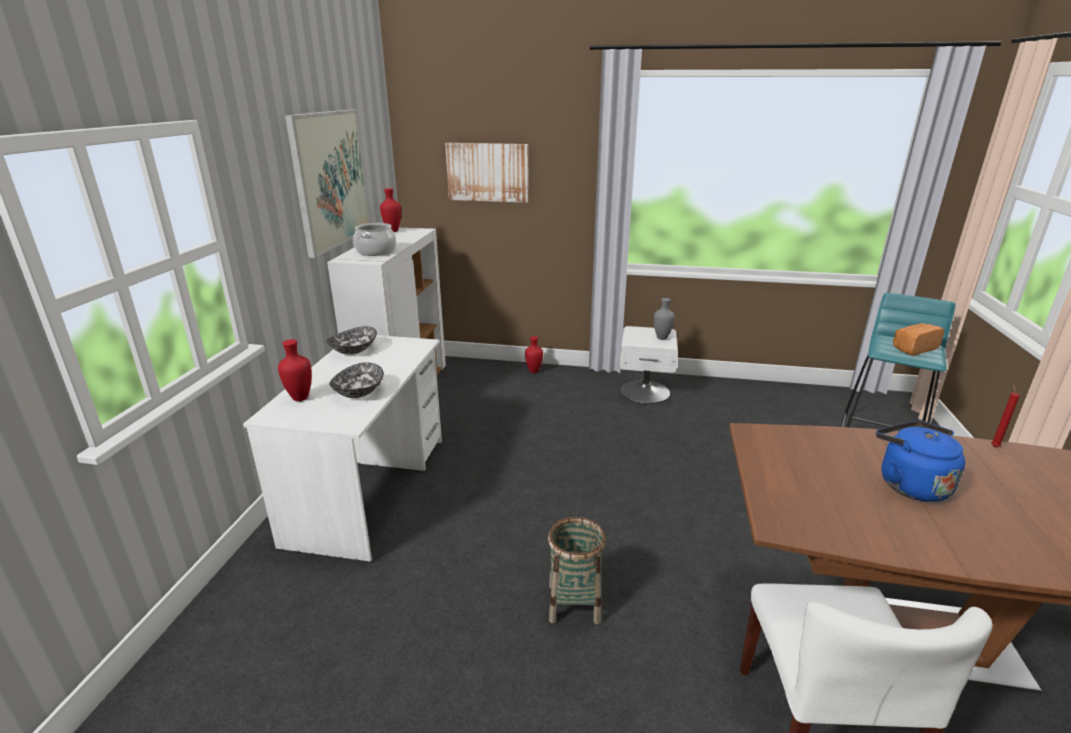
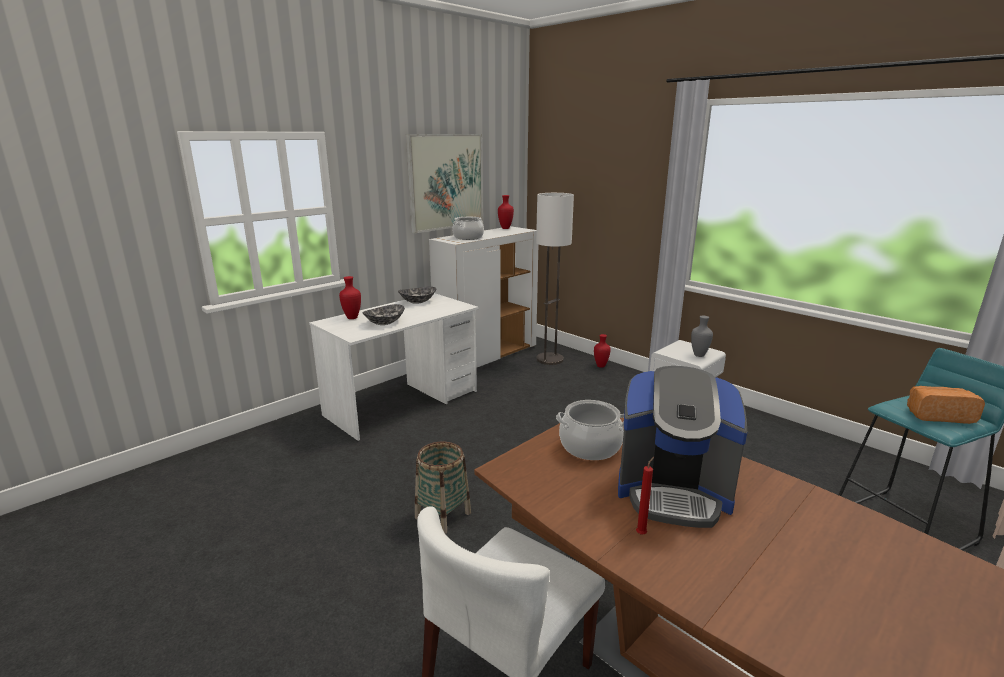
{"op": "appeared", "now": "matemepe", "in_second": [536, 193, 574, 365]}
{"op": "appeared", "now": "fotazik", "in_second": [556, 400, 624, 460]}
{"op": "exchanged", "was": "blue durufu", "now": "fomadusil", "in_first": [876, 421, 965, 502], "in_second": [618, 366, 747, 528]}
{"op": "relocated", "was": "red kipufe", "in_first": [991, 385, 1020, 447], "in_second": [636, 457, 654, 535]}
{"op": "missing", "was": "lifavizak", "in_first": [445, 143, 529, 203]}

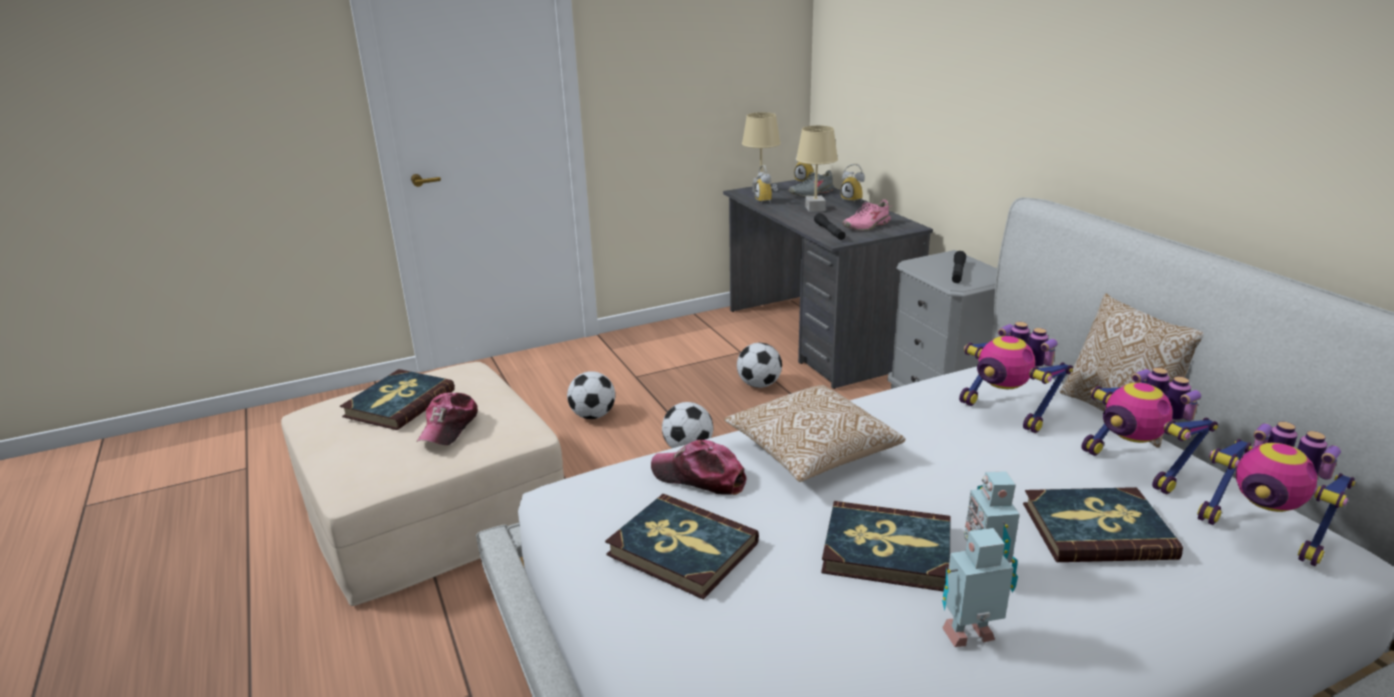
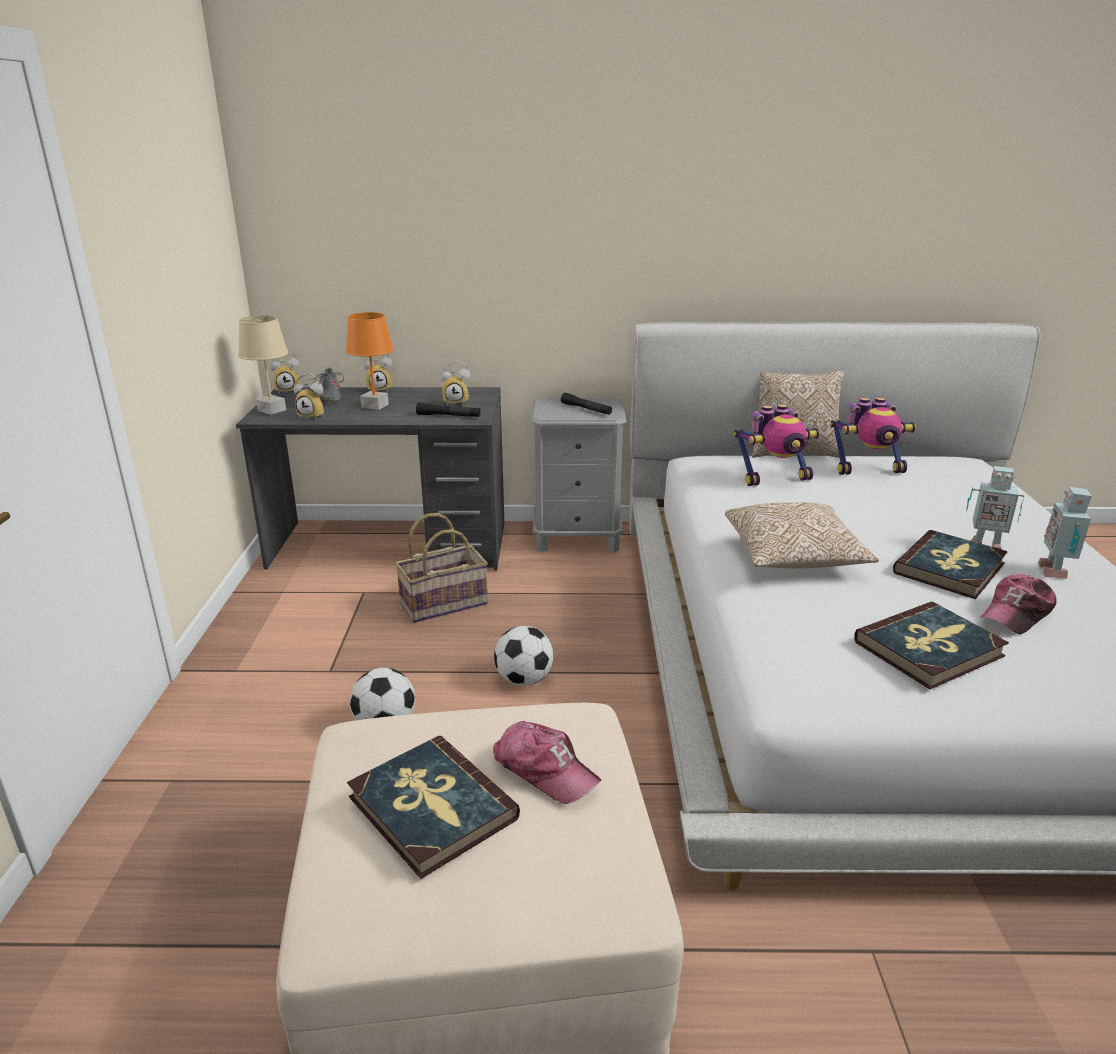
{"op": "colour", "was": "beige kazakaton", "now": "orange kazakaton", "in_first": [796, 125, 838, 212], "in_second": [345, 312, 394, 410]}
{"op": "exchanged", "was": "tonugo", "now": "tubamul", "in_first": [737, 343, 782, 388], "in_second": [395, 513, 488, 623]}
{"op": "exchanged", "was": "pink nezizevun", "now": "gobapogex", "in_first": [843, 199, 893, 231], "in_second": [441, 361, 470, 406]}
{"op": "relocated", "was": "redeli", "in_first": [651, 440, 747, 495], "in_second": [980, 574, 1057, 634]}
{"op": "missing", "was": "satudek", "in_first": [1023, 487, 1183, 562]}
{"op": "missing", "was": "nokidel", "in_first": [1197, 422, 1355, 566]}

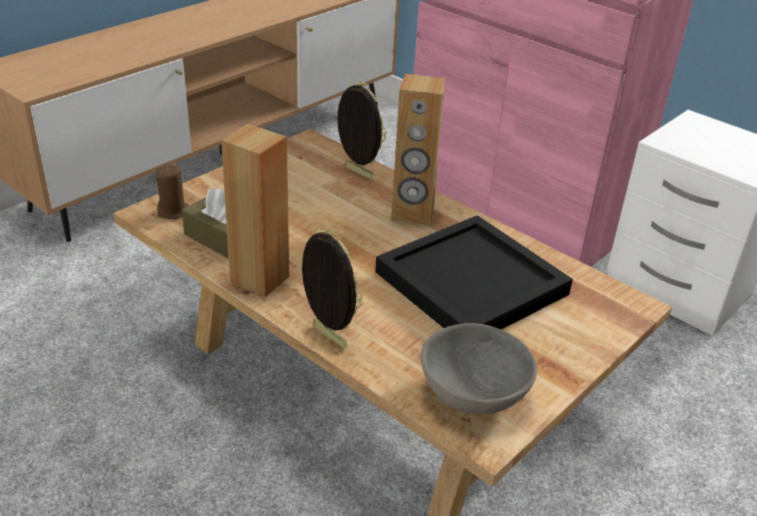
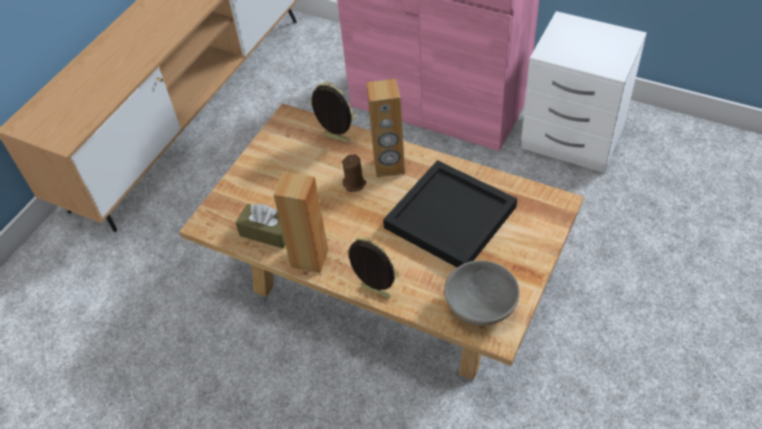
{"op": "relocated", "was": "brown kipufe", "in_first": [155, 165, 189, 219], "in_second": [342, 154, 366, 192]}

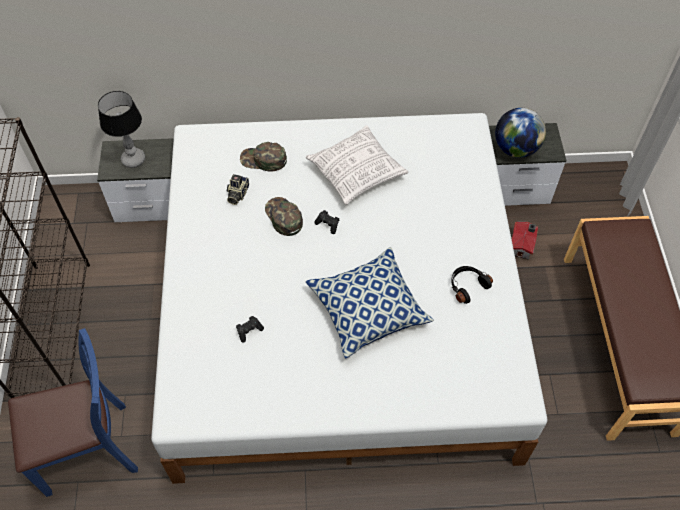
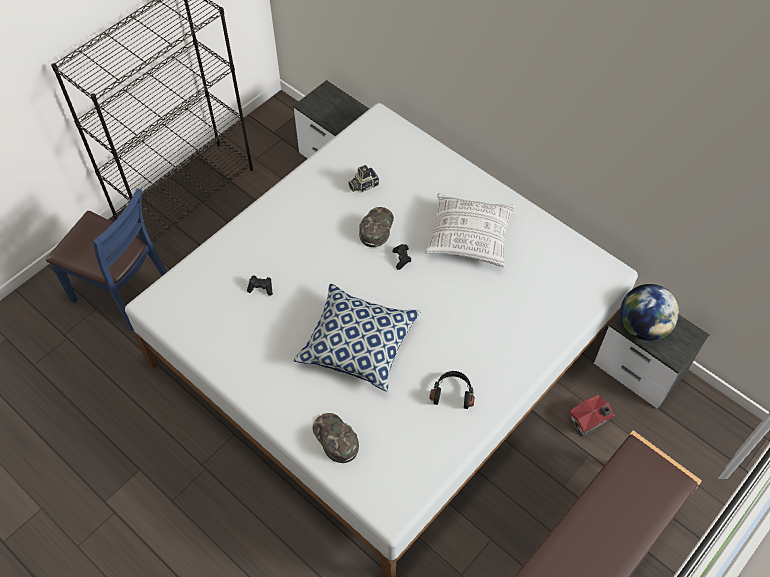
{"op": "relocated", "was": "green redeli", "in_first": [240, 142, 287, 172], "in_second": [313, 413, 359, 463]}
{"op": "missing", "was": "kazakaton", "in_first": [98, 91, 145, 168]}

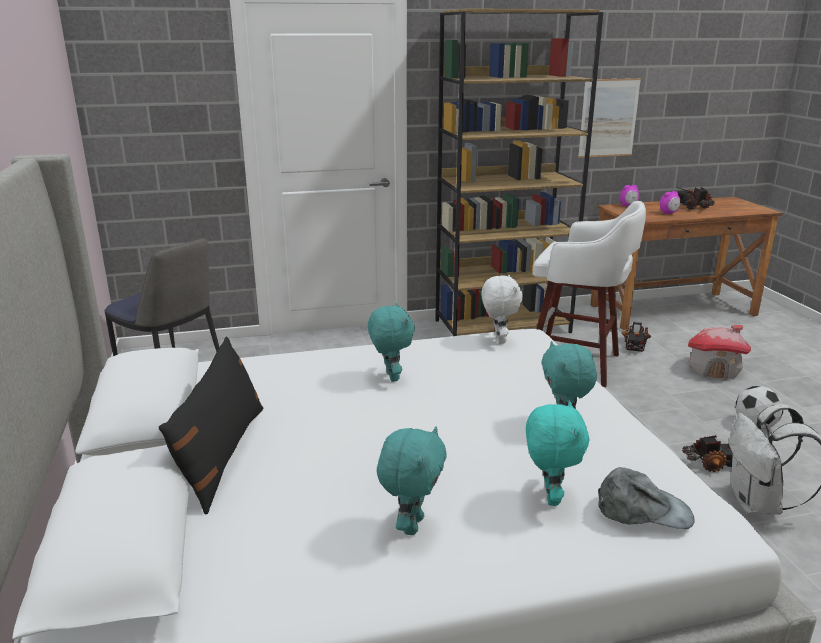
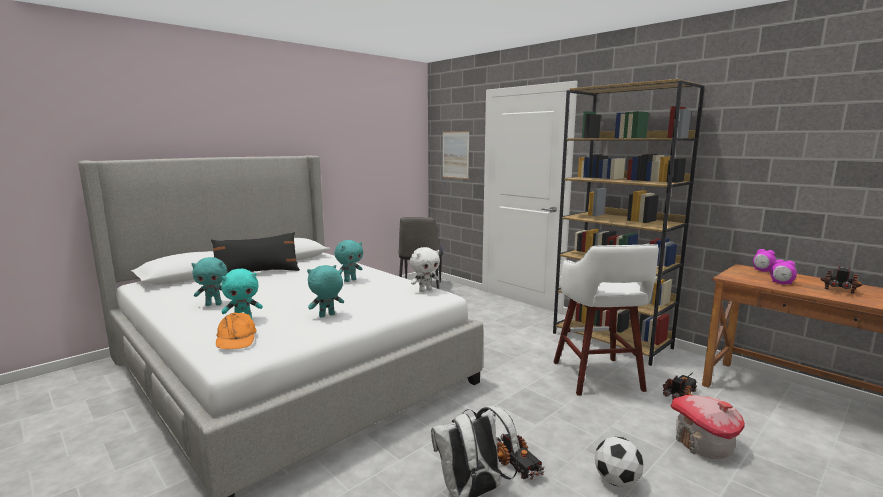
{"op": "colour", "was": "grey redeli", "now": "orange redeli", "in_first": [598, 467, 695, 529], "in_second": [216, 313, 257, 349]}
{"op": "relocated", "was": "lifavizak", "in_first": [578, 78, 641, 158], "in_second": [442, 131, 469, 179]}
{"op": "spun", "was": "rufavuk", "in_first": [622, 322, 651, 352], "in_second": [663, 372, 698, 399], "clockwise": 150}

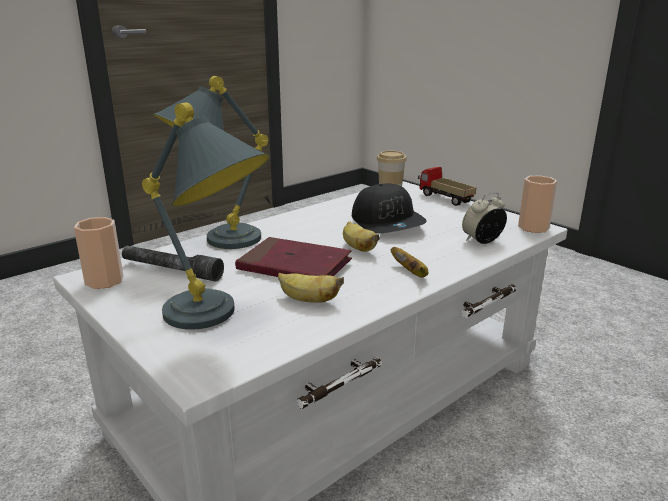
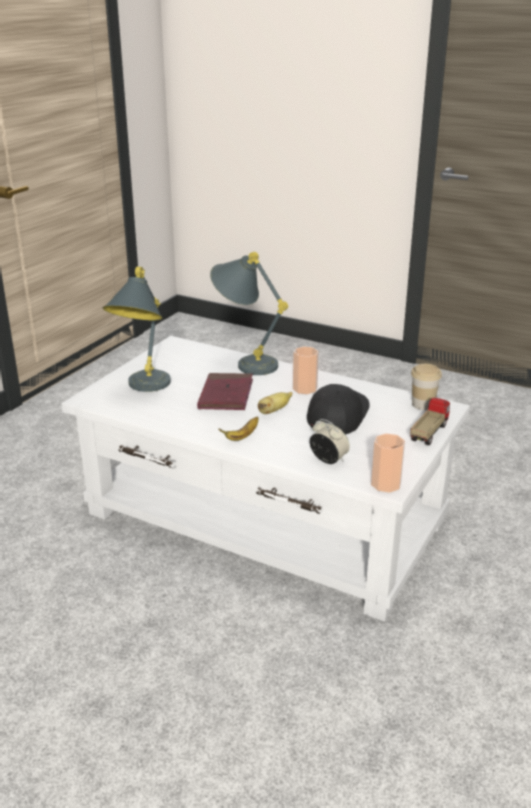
{"op": "relocated", "was": "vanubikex", "in_first": [74, 217, 124, 289], "in_second": [293, 346, 319, 394]}
{"op": "spun", "was": "black redeli", "in_first": [352, 183, 427, 233], "in_second": [307, 384, 370, 435], "clockwise": 150}
{"op": "missing", "was": "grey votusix", "in_first": [122, 246, 224, 282]}
{"op": "missing", "was": "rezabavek", "in_first": [278, 273, 344, 303]}

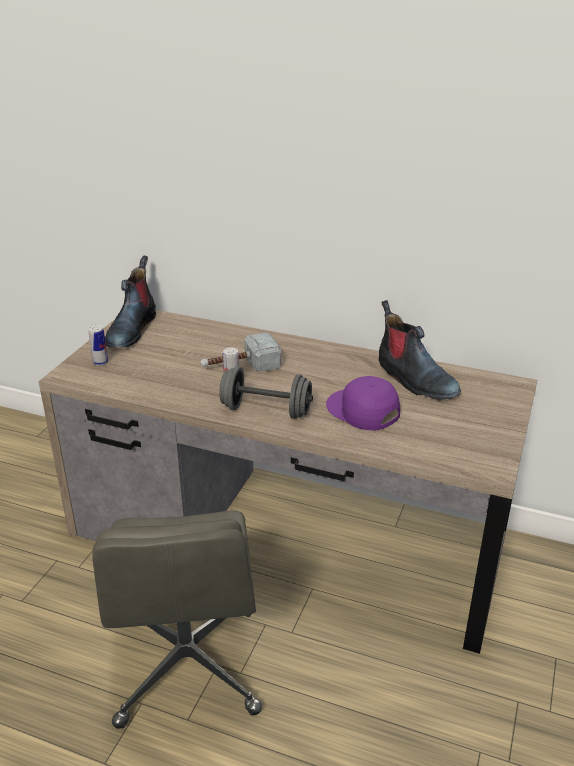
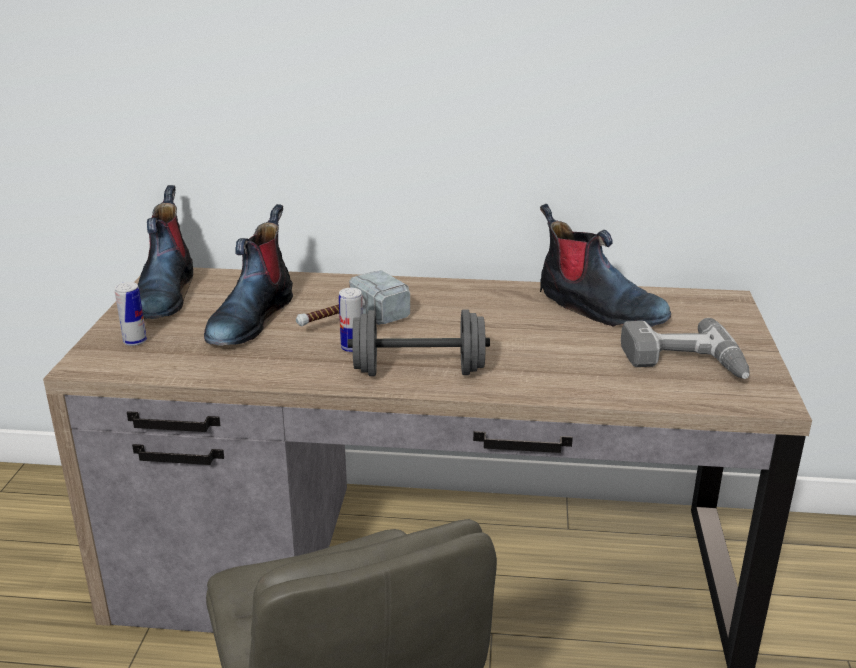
{"op": "appeared", "now": "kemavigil", "in_second": [204, 204, 293, 346]}
{"op": "appeared", "now": "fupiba", "in_second": [621, 318, 750, 379]}
{"op": "missing", "was": "purple redeli", "in_first": [326, 376, 400, 431]}

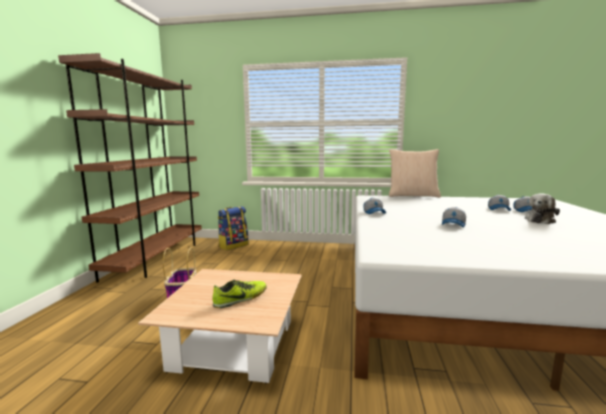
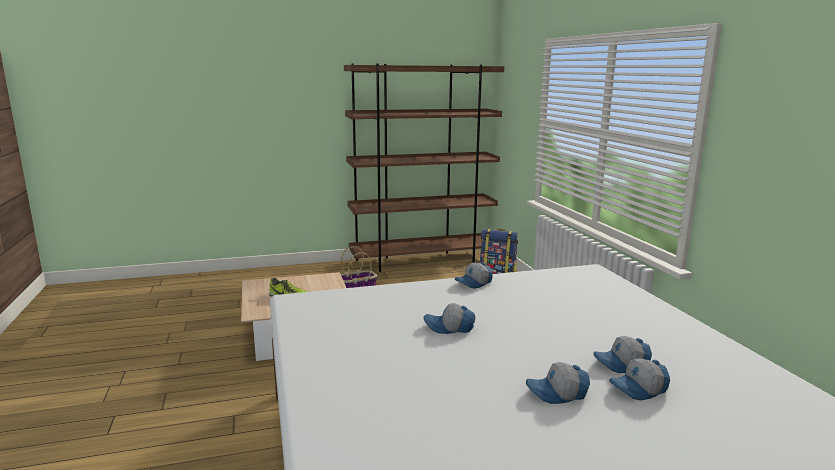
{"op": "exchanged", "was": "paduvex", "now": "redeli", "in_first": [524, 193, 560, 224], "in_second": [526, 362, 590, 404]}
{"op": "missing", "was": "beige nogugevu", "in_first": [389, 149, 441, 197]}

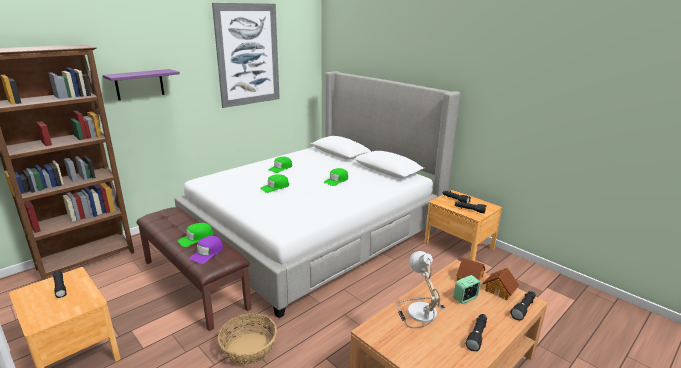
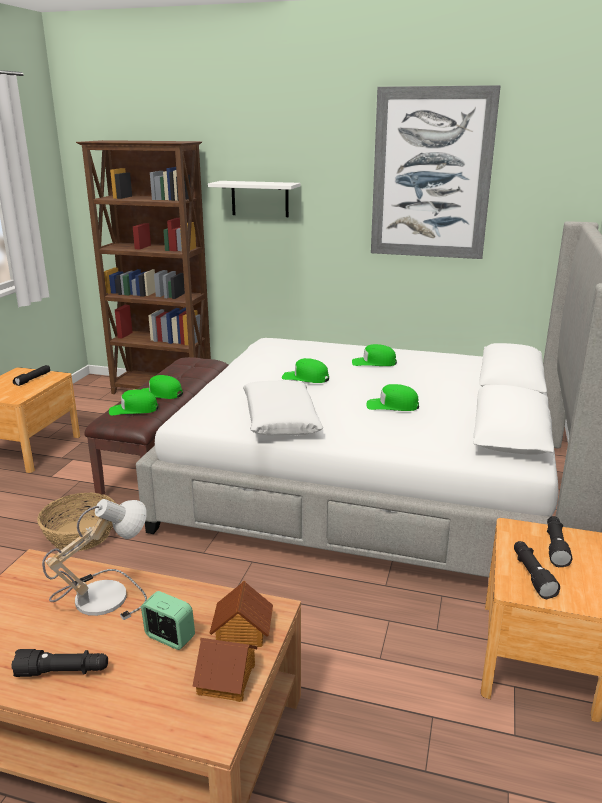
{"op": "colour", "was": "purple redeli", "now": "green redeli", "in_first": [189, 236, 223, 264], "in_second": [109, 390, 158, 415]}
{"op": "colour", "was": "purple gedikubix", "now": "white gedikubix", "in_first": [103, 69, 180, 100], "in_second": [208, 181, 301, 217]}
{"op": "appeared", "now": "white nogugevu", "in_second": [243, 380, 323, 435]}
{"op": "missing", "was": "black votusix", "in_first": [510, 291, 536, 320]}

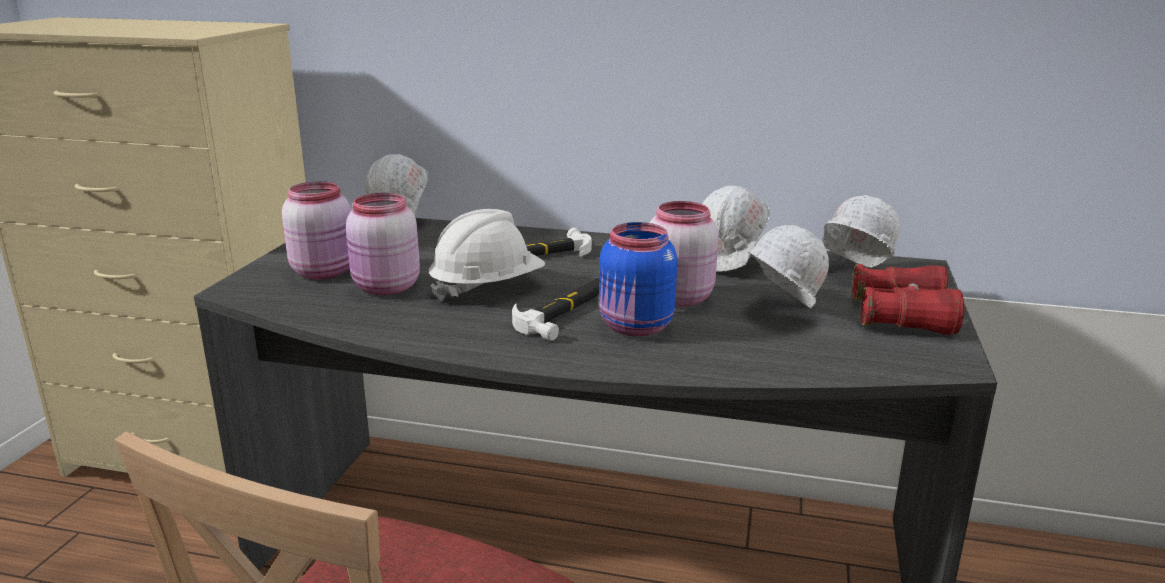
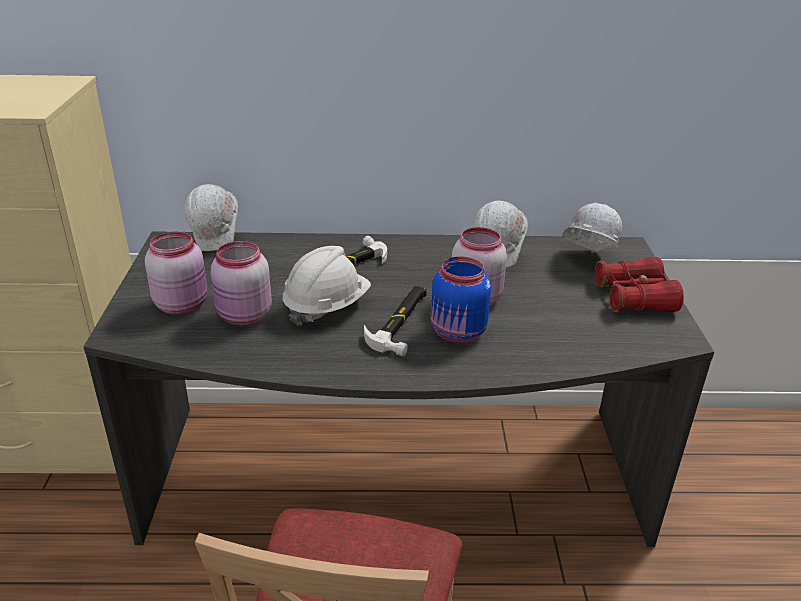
{"op": "missing", "was": "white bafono", "in_first": [747, 225, 829, 309]}

